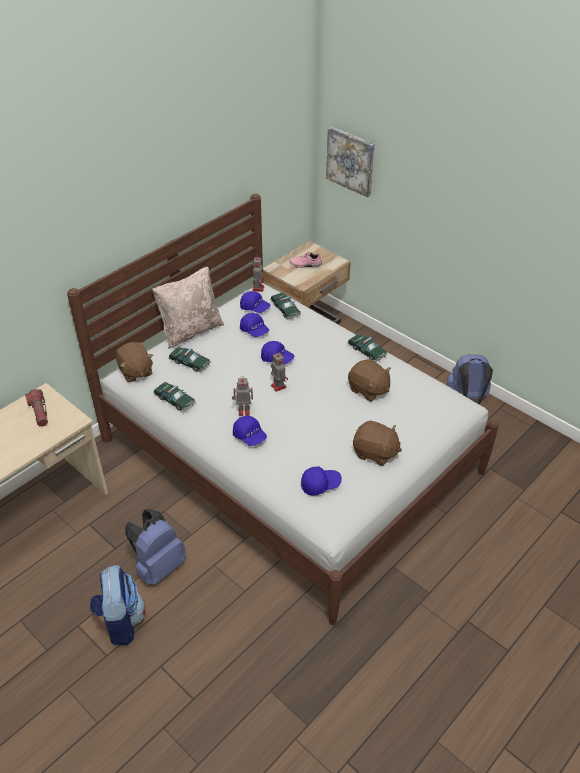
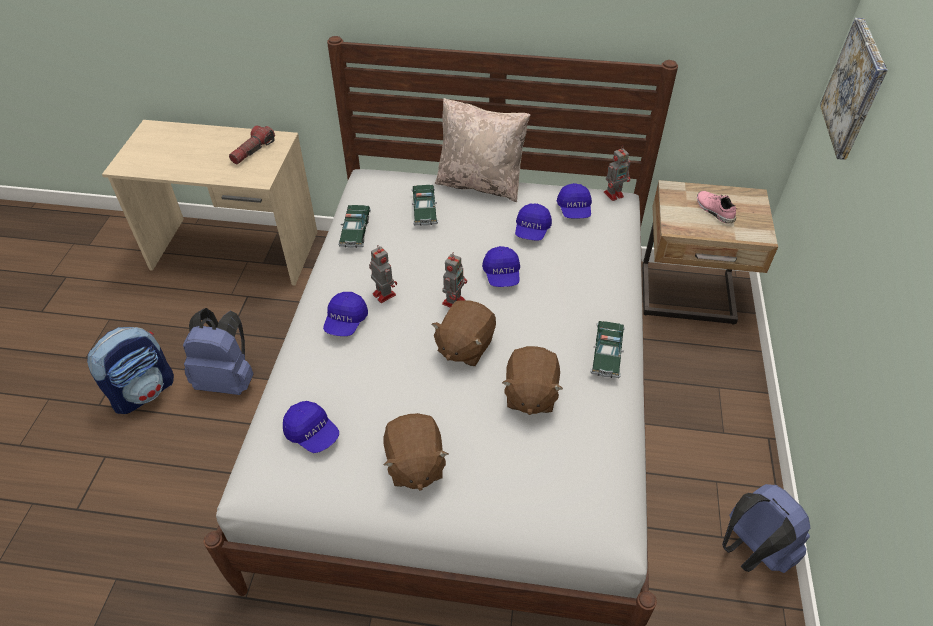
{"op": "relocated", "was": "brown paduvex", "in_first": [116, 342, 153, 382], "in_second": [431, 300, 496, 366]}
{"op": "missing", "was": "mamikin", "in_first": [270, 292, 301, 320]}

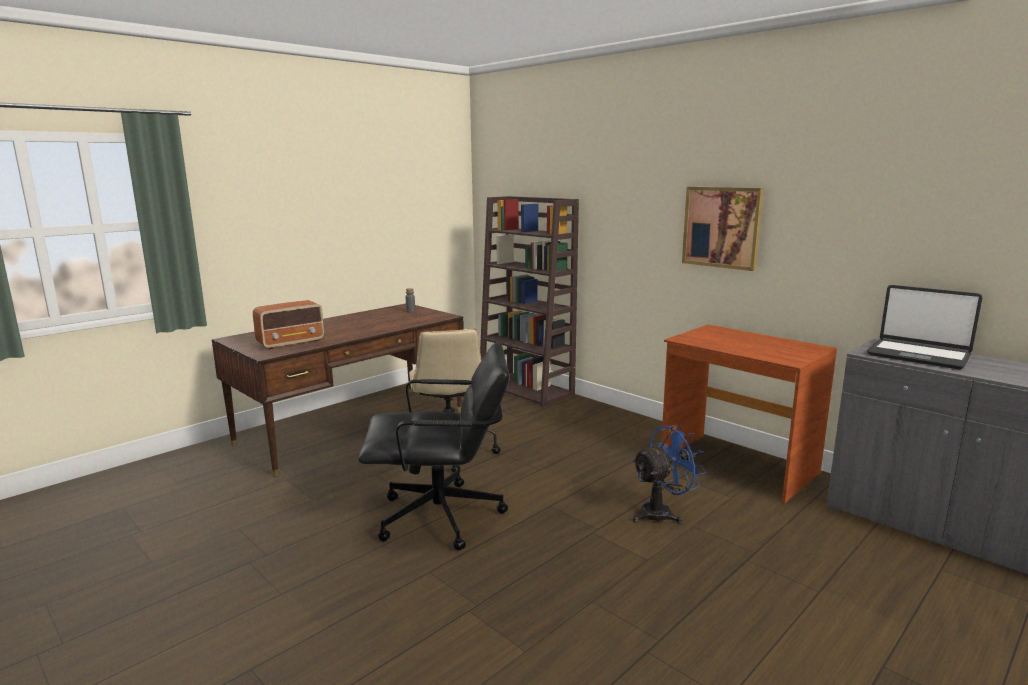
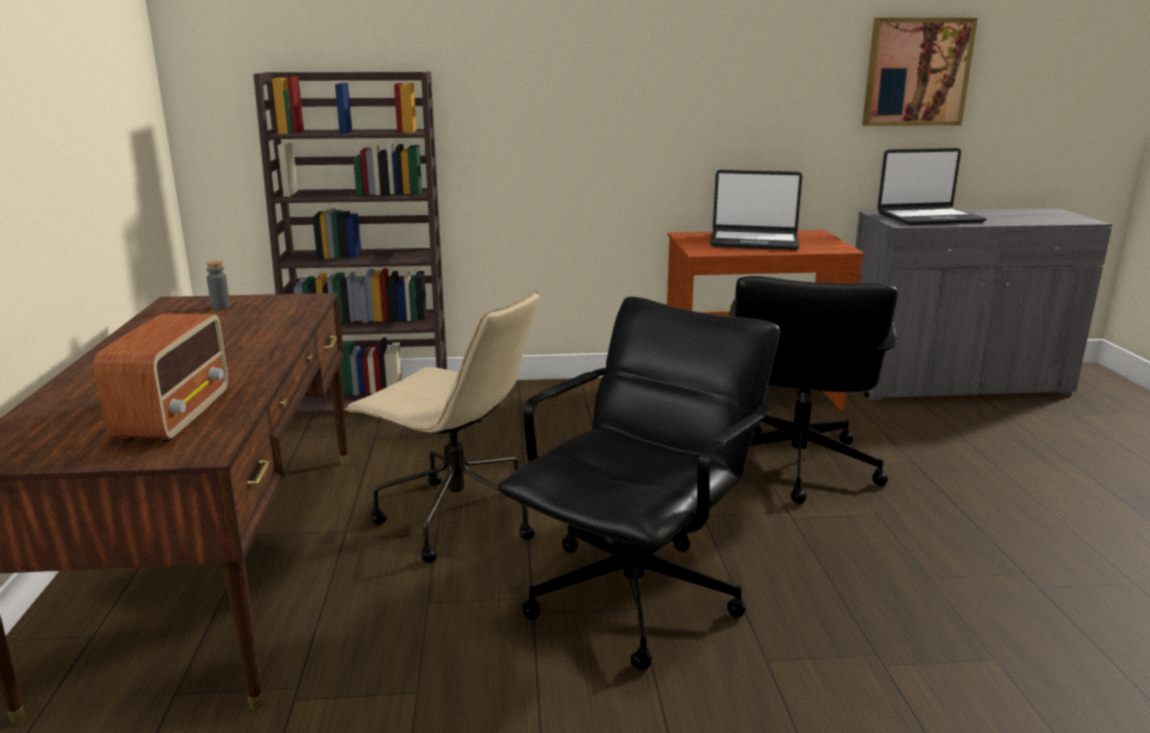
{"op": "appeared", "now": "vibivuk", "in_second": [710, 170, 803, 250]}
{"op": "exchanged", "was": "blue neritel", "now": "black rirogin", "in_first": [632, 424, 706, 524], "in_second": [729, 276, 898, 504]}
{"op": "relocated", "was": "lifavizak", "in_first": [682, 187, 764, 271], "in_second": [862, 18, 978, 126]}

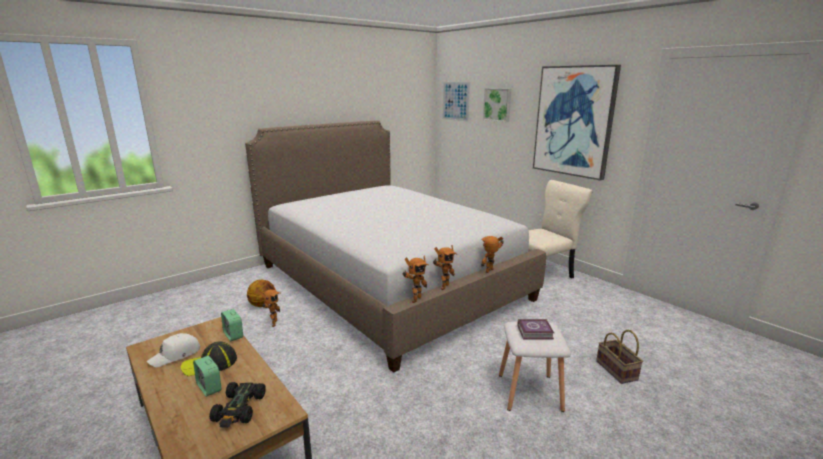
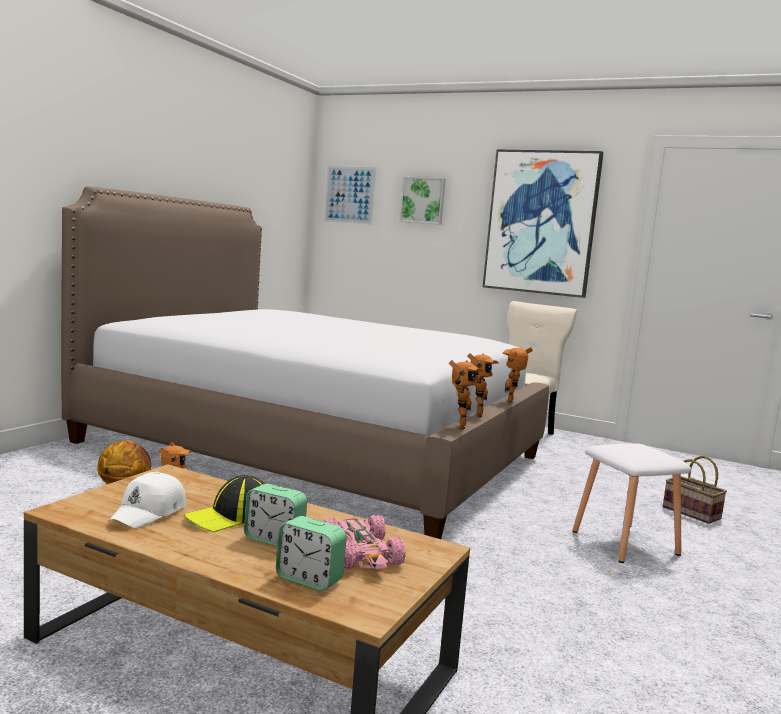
{"op": "relocated", "was": "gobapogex", "in_first": [221, 309, 243, 341], "in_second": [276, 516, 347, 591]}
{"op": "colour", "was": "black mamikin", "now": "pink mamikin", "in_first": [209, 382, 266, 428], "in_second": [323, 515, 406, 570]}
{"op": "missing", "was": "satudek", "in_first": [517, 319, 554, 340]}

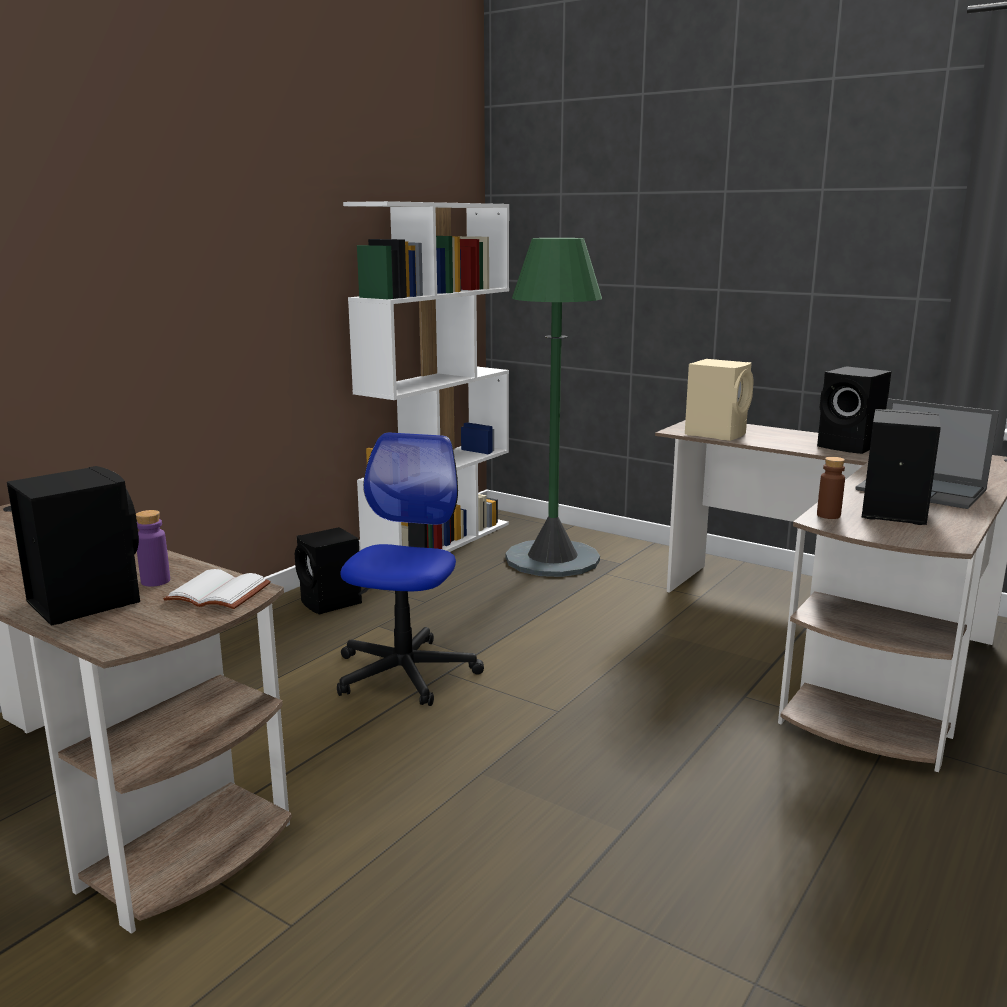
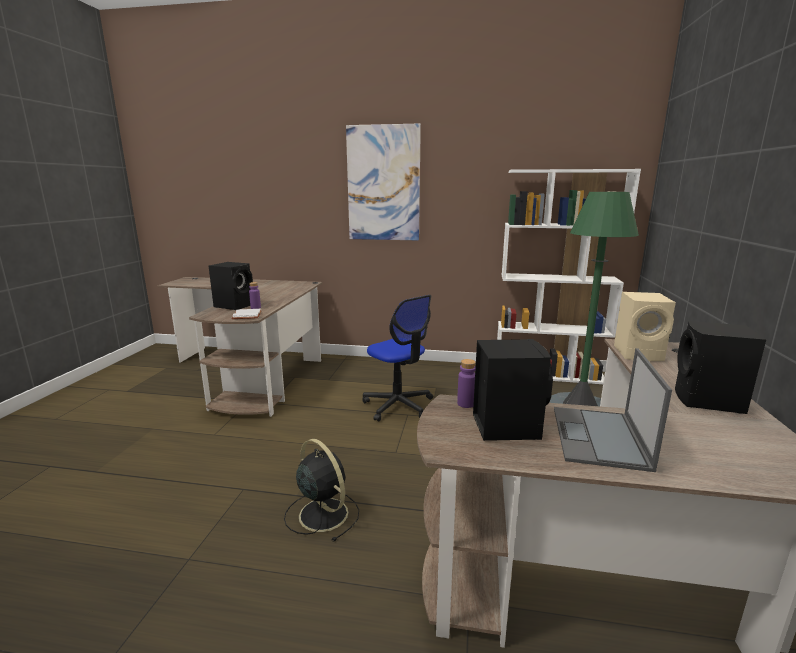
{"op": "appeared", "now": "black neritel", "in_second": [284, 439, 359, 542]}
{"op": "appeared", "now": "lifavizak", "in_second": [346, 123, 421, 240]}
{"op": "spun", "was": "rirogin", "in_first": [337, 432, 484, 706], "in_second": [362, 295, 433, 421], "clockwise": 60}
{"op": "colour", "was": "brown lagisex", "now": "purple lagisex", "in_first": [817, 457, 845, 519], "in_second": [457, 359, 476, 408]}
{"op": "missing", "was": "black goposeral", "in_first": [295, 527, 362, 615]}

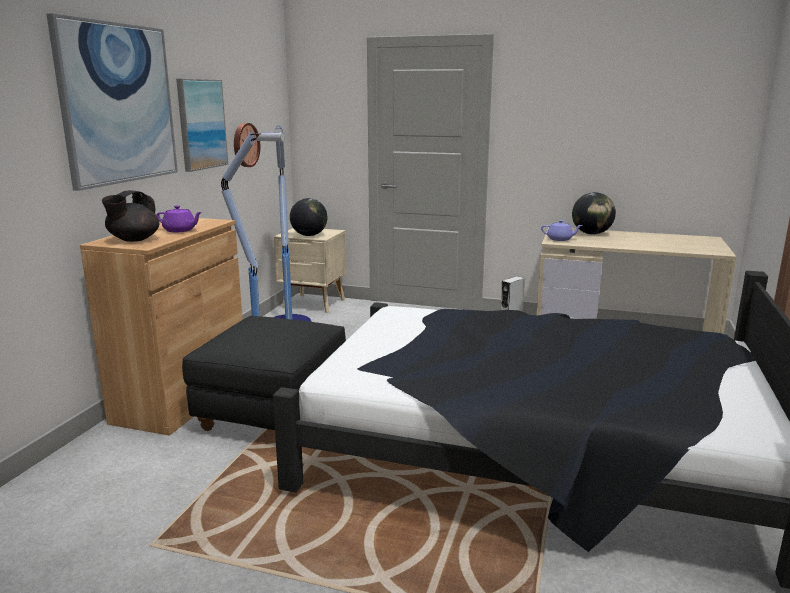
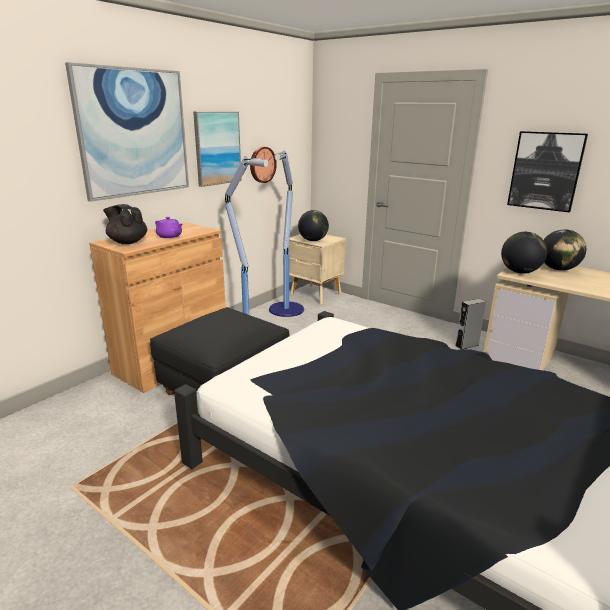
{"op": "spun", "was": "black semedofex", "in_first": [102, 190, 159, 242], "in_second": [103, 204, 147, 244], "clockwise": 75}
{"op": "exchanged", "was": "purple semedofex", "now": "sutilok", "in_first": [541, 220, 583, 241], "in_second": [501, 232, 547, 274]}
{"op": "appeared", "now": "lifavizak", "in_second": [507, 131, 588, 213]}

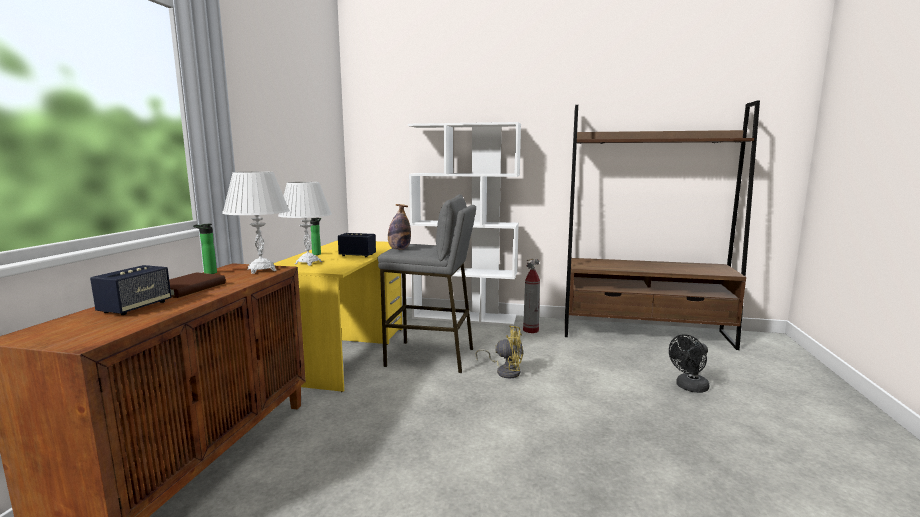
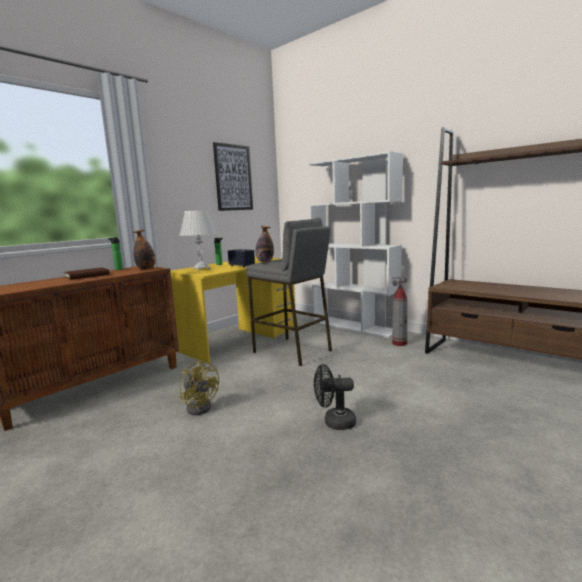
{"op": "exchanged", "was": "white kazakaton", "now": "lagisex", "in_first": [222, 172, 290, 274], "in_second": [133, 230, 156, 270]}
{"op": "relocated", "was": "yellow neritel", "in_first": [475, 325, 523, 378], "in_second": [180, 360, 219, 415]}
{"op": "appeared", "now": "lifavizak", "in_second": [213, 142, 253, 211]}
{"op": "relocated", "was": "black neritel", "in_first": [669, 334, 710, 393], "in_second": [314, 364, 356, 430]}
{"op": "missing", "was": "goposeral", "in_first": [90, 265, 171, 315]}

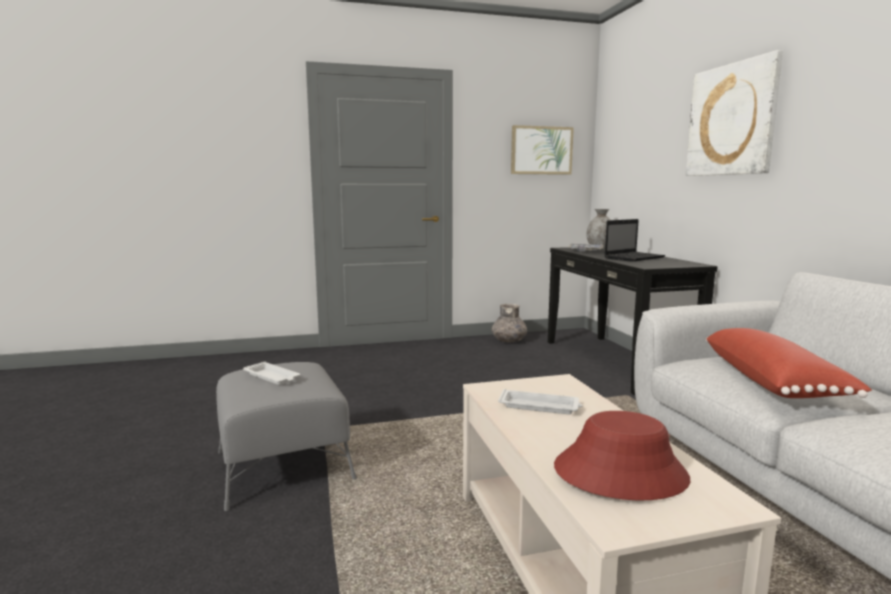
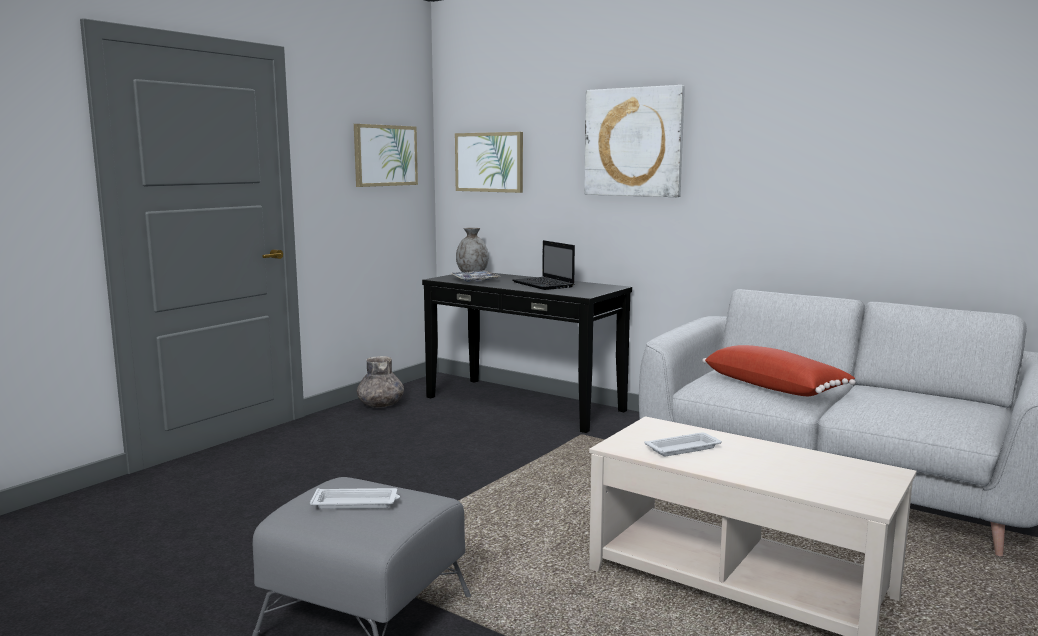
{"op": "appeared", "now": "lifavizak", "in_second": [455, 132, 523, 193]}
{"op": "spun", "was": "vibivuk", "in_first": [605, 219, 665, 262], "in_second": [512, 240, 575, 290], "clockwise": 135}
{"op": "missing", "was": "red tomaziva", "in_first": [554, 411, 690, 500]}

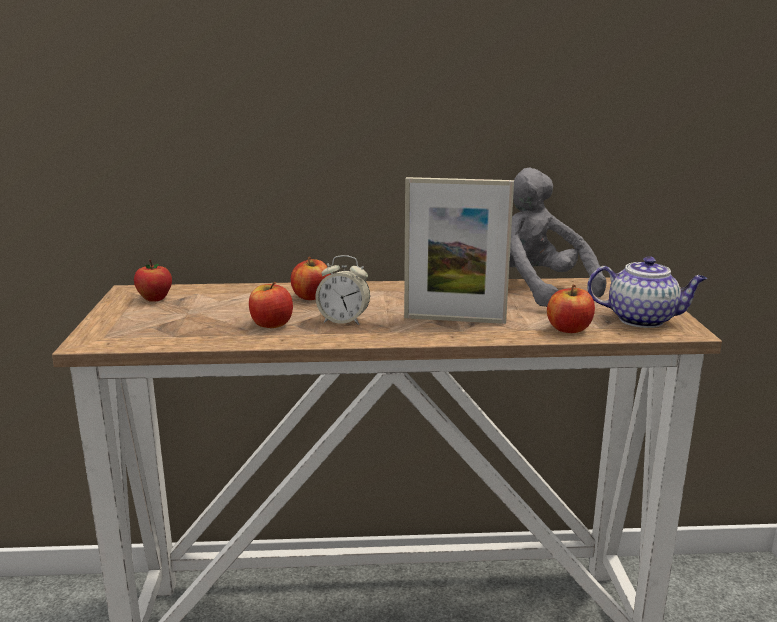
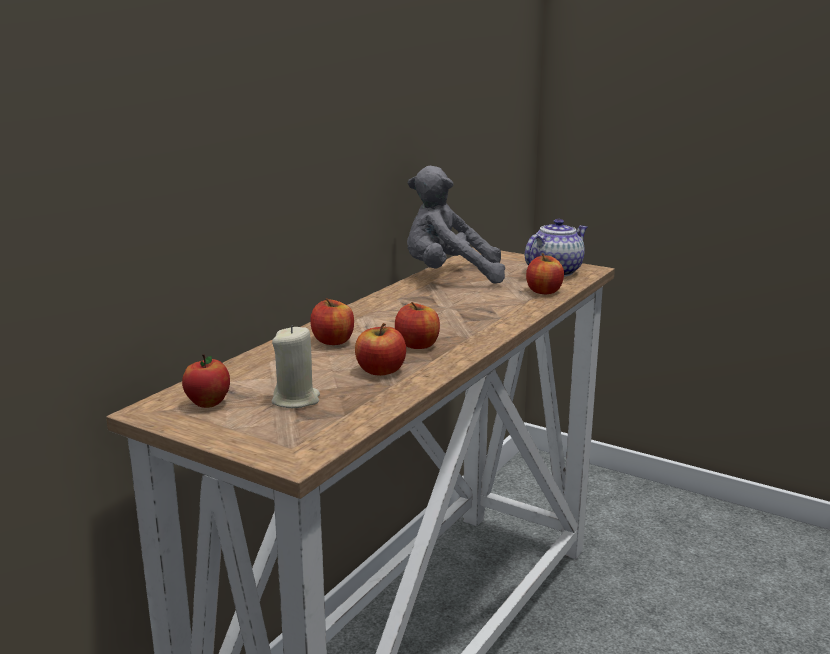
{"op": "appeared", "now": "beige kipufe", "in_second": [272, 325, 320, 408]}
{"op": "exchanged", "was": "gobapogex", "now": "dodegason", "in_first": [315, 255, 370, 325], "in_second": [395, 302, 440, 349]}
{"op": "missing", "was": "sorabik", "in_first": [404, 177, 514, 324]}

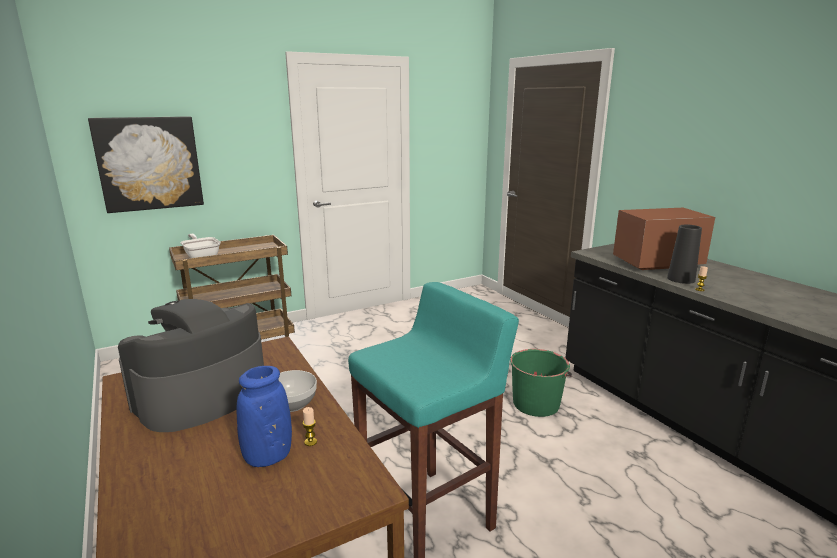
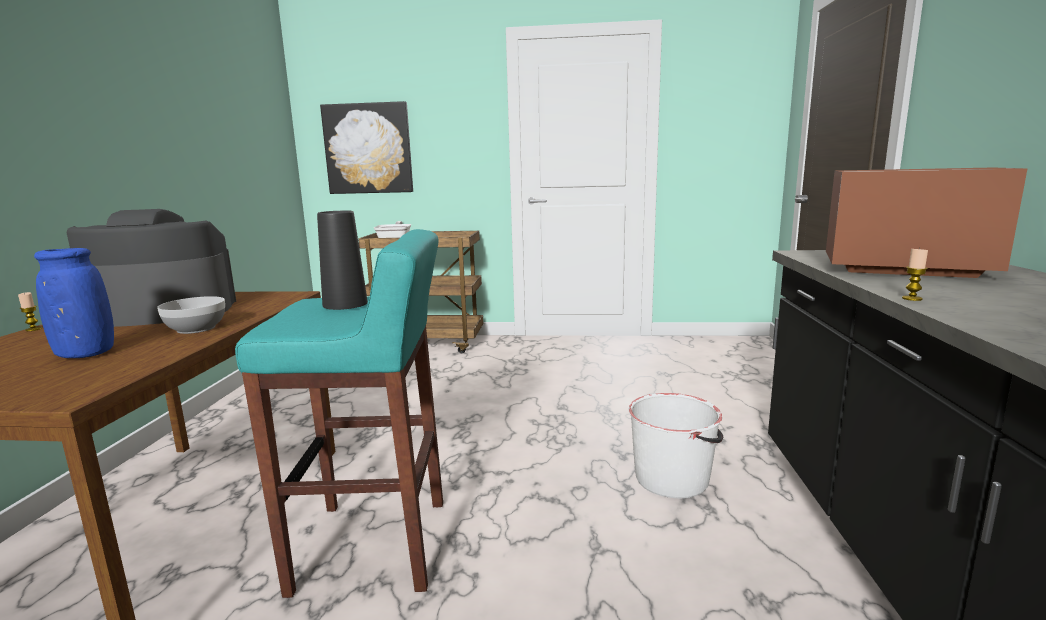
{"op": "relocated", "was": "kipufe", "in_first": [302, 407, 317, 446], "in_second": [18, 292, 42, 331]}
{"op": "relocated", "was": "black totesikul", "in_first": [667, 225, 702, 284], "in_second": [317, 211, 368, 310]}
{"op": "colour", "was": "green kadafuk", "now": "white kadafuk", "in_first": [510, 349, 572, 417], "in_second": [629, 393, 723, 498]}

